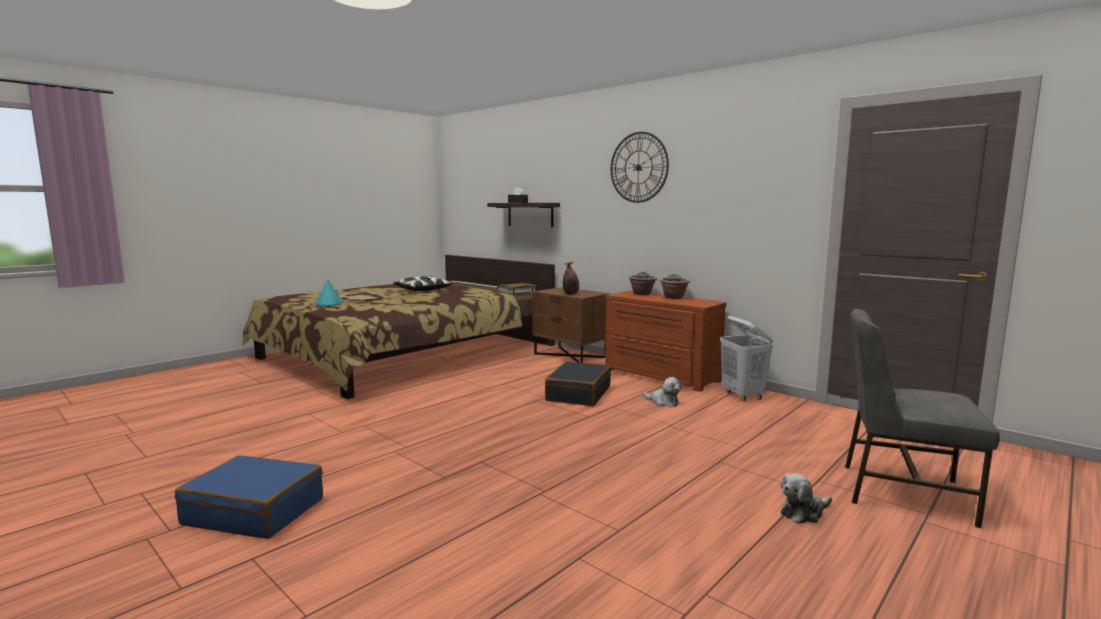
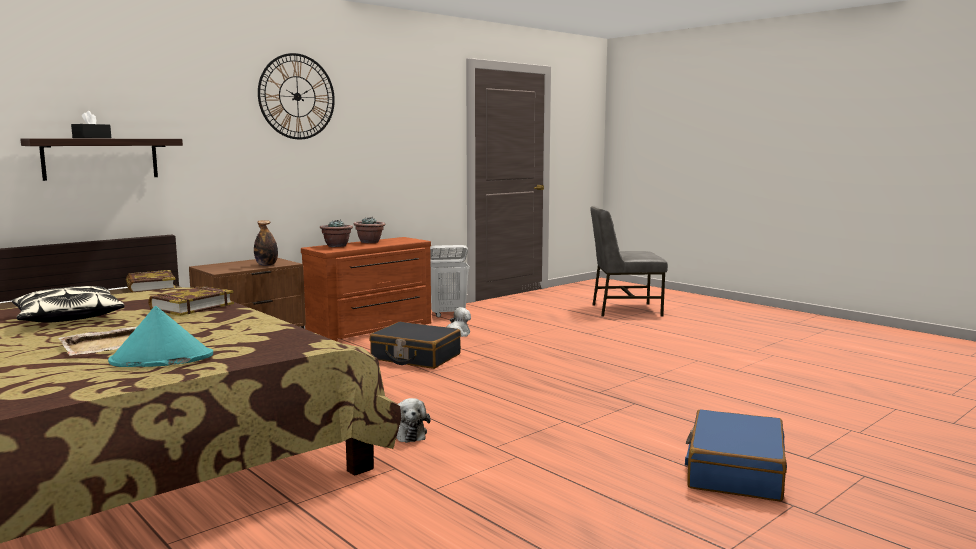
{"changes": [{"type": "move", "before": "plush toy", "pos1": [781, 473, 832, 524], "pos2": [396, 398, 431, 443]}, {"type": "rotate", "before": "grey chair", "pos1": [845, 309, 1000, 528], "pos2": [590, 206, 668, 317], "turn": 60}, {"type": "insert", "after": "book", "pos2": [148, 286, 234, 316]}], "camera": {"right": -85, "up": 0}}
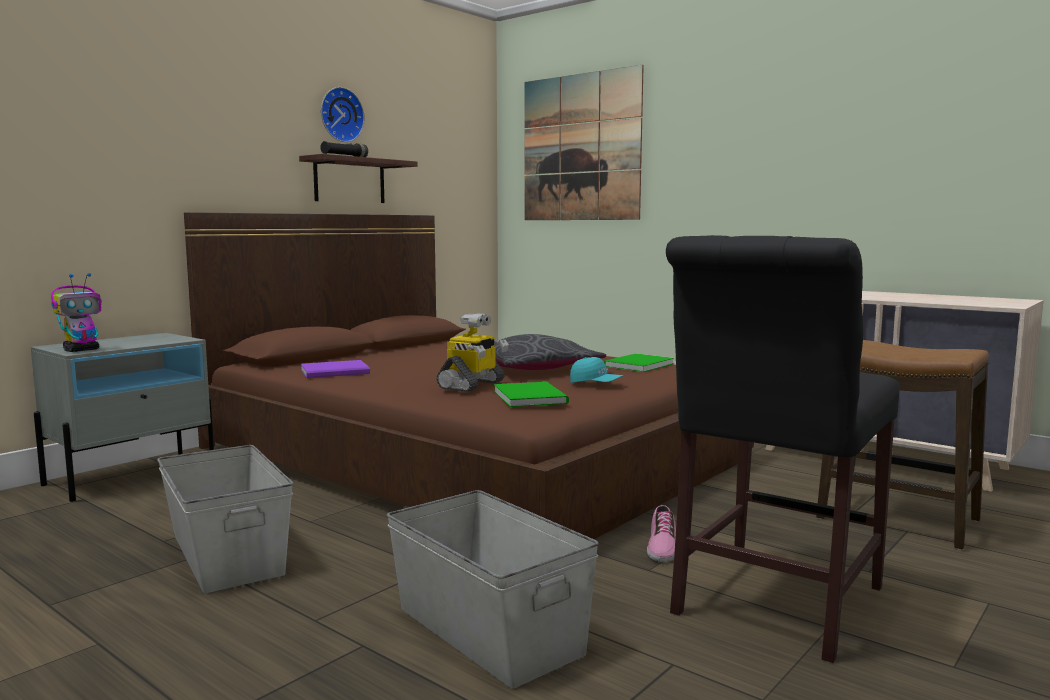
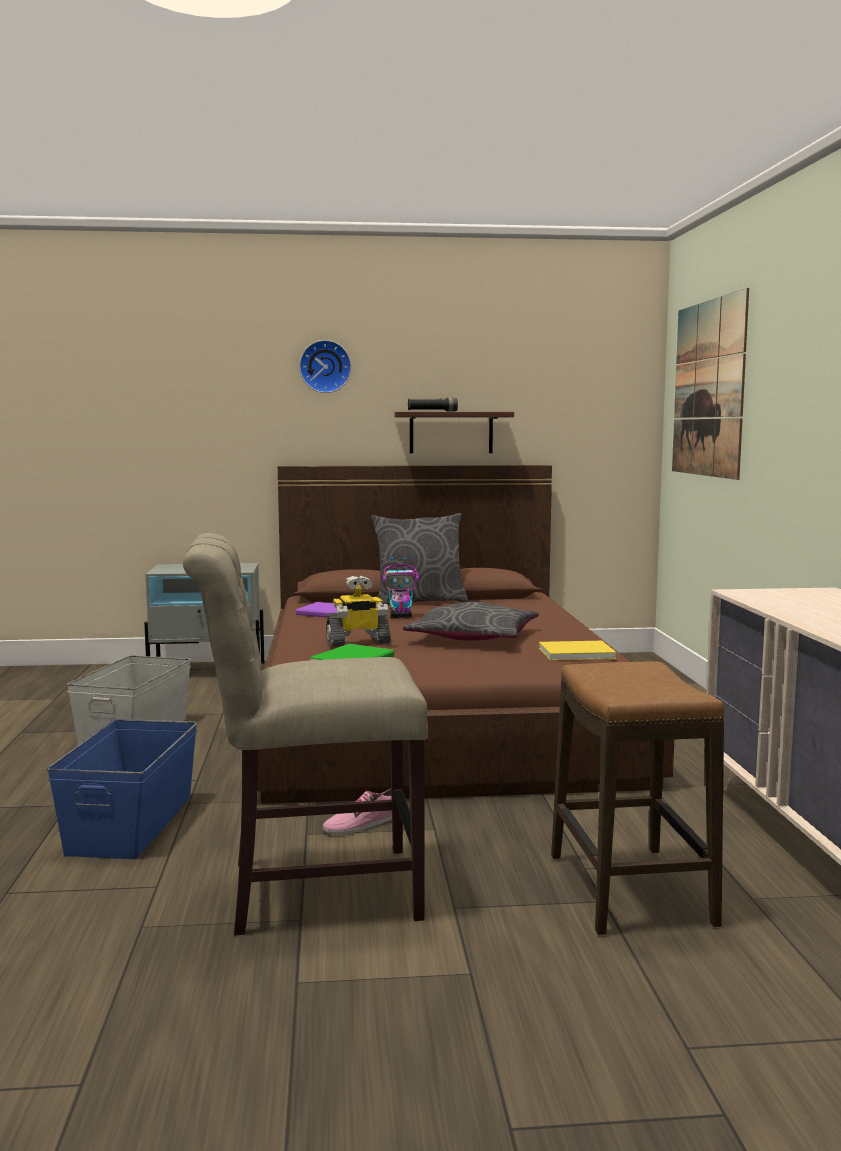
{"changes": [{"type": "move", "before": "toy robot", "pos1": [51, 273, 102, 352], "pos2": [383, 557, 419, 618]}, {"type": "move", "before": "wall clock", "pos1": [321, 87, 365, 142], "pos2": [299, 340, 352, 393]}, {"type": "recolor", "before": "grey storage box", "after": "blue storage box", "pos1": [387, 490, 599, 688], "pos2": [47, 719, 197, 859]}, {"type": "delete", "before": "turquoise cap", "pos1": [570, 357, 624, 383]}, {"type": "recolor", "before": "green book", "after": "yellow book", "pos1": [604, 354, 674, 372], "pos2": [539, 641, 617, 661]}, {"type": "recolor", "before": "black chair", "after": "beige chair", "pos1": [666, 235, 900, 663], "pos2": [183, 533, 428, 936]}, {"type": "insert", "after": "grey pillow", "pos2": [371, 513, 468, 604]}], "camera": {"right": 45, "up": 0}}
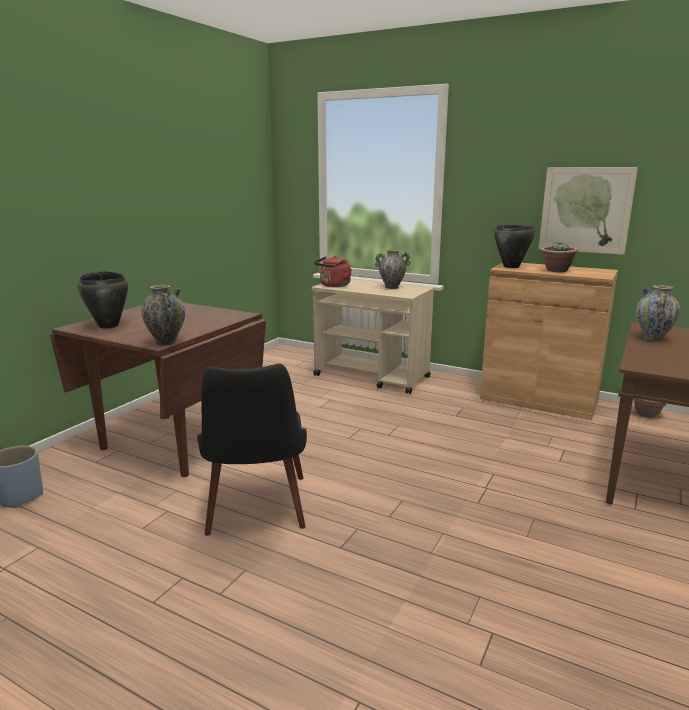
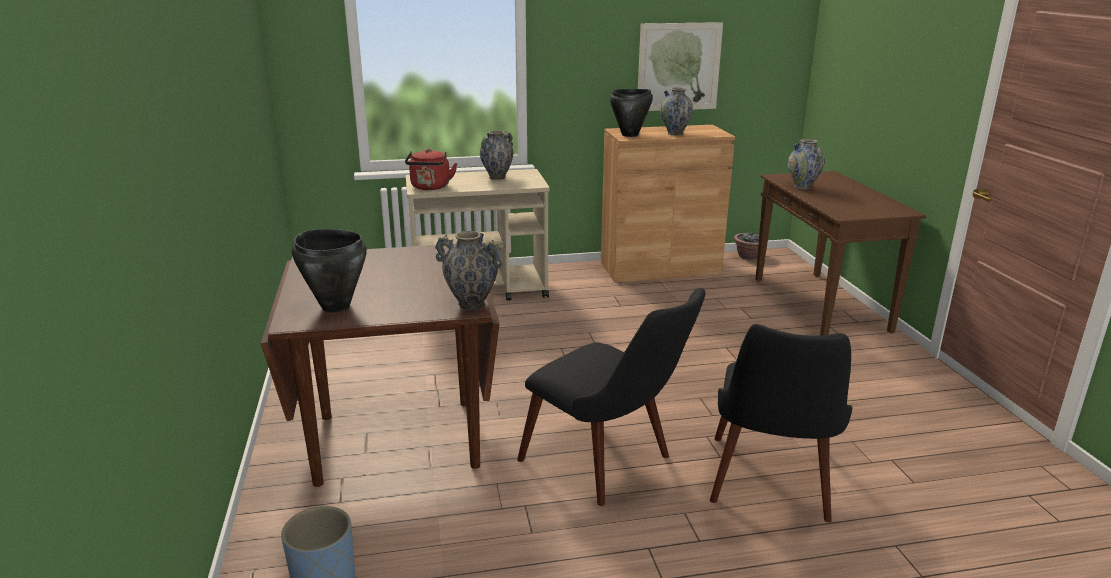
{"changes": [{"type": "replace", "before": "potted plant", "after": "vase", "pos1": [541, 242, 578, 272], "pos2": [660, 87, 693, 135]}, {"type": "insert", "after": "black chair", "pos2": [710, 324, 852, 522]}], "camera": {"right": -40, "up": 5}}
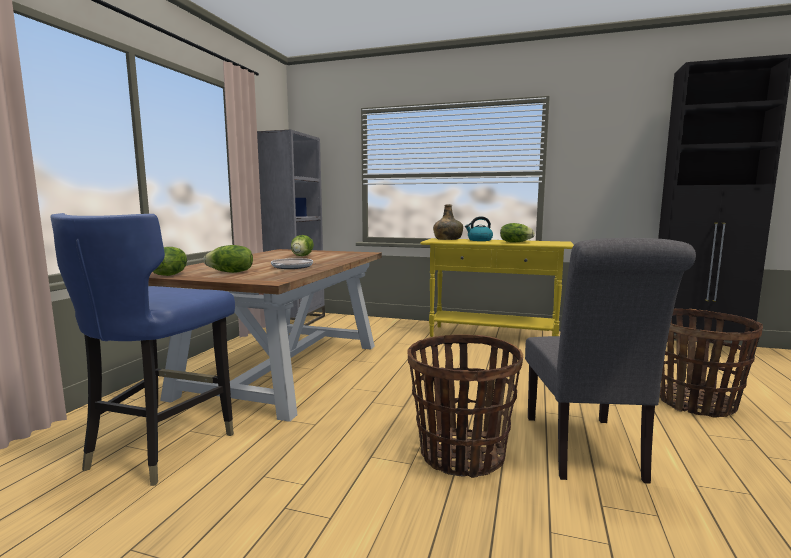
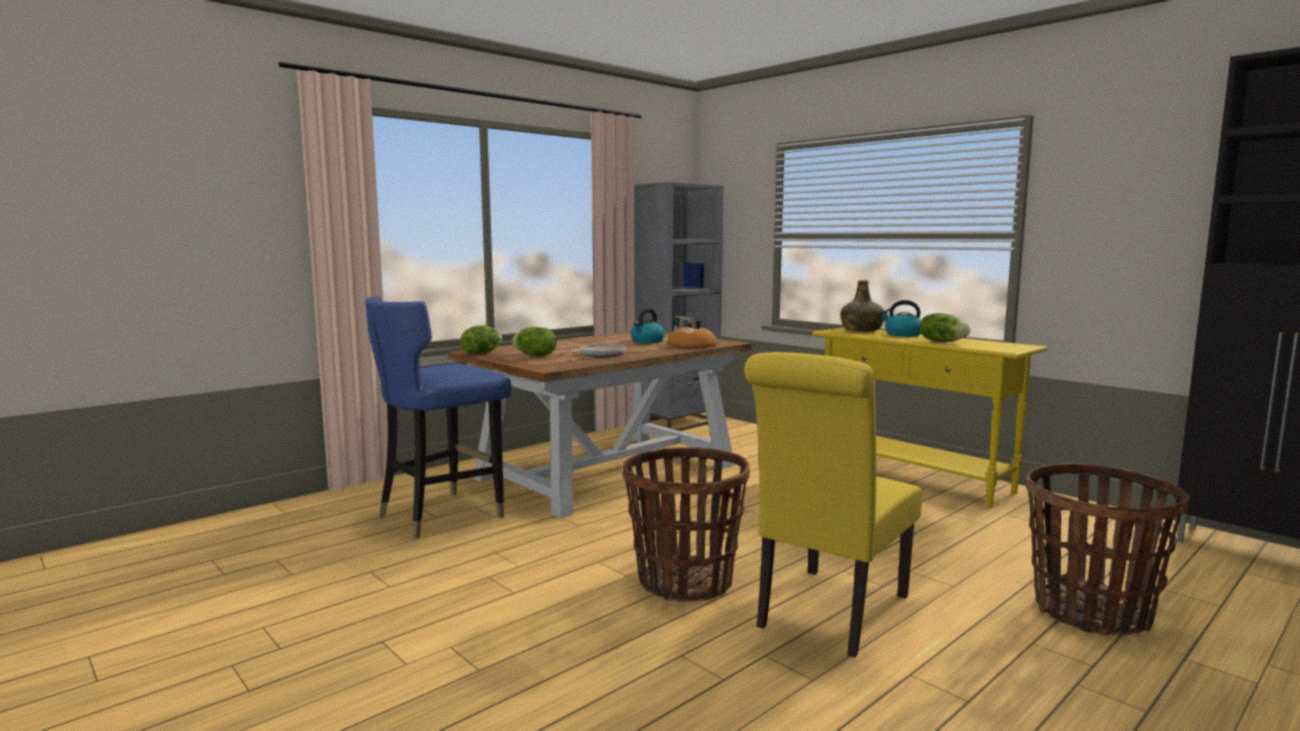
{"changes": [{"type": "replace", "before": "lettuce", "after": "kettle", "pos1": [291, 235, 314, 256], "pos2": [631, 309, 665, 343]}, {"type": "recolor", "before": "grey chair", "after": "yellow chair", "pos1": [525, 238, 696, 484], "pos2": [744, 352, 922, 658]}, {"type": "insert", "after": "bread", "pos2": [668, 327, 717, 348]}], "camera": {"right": 30, "up": 0}}
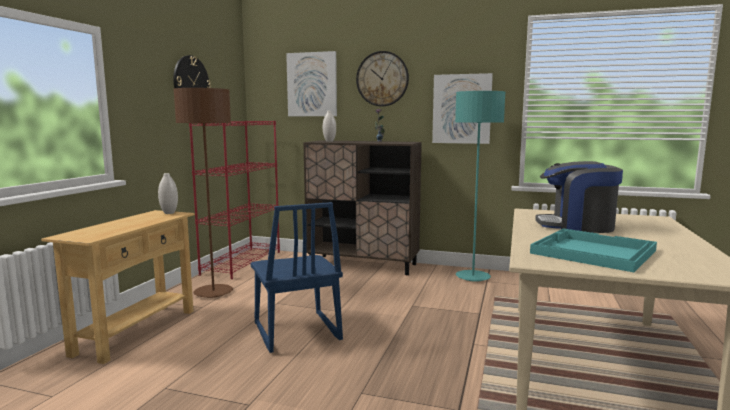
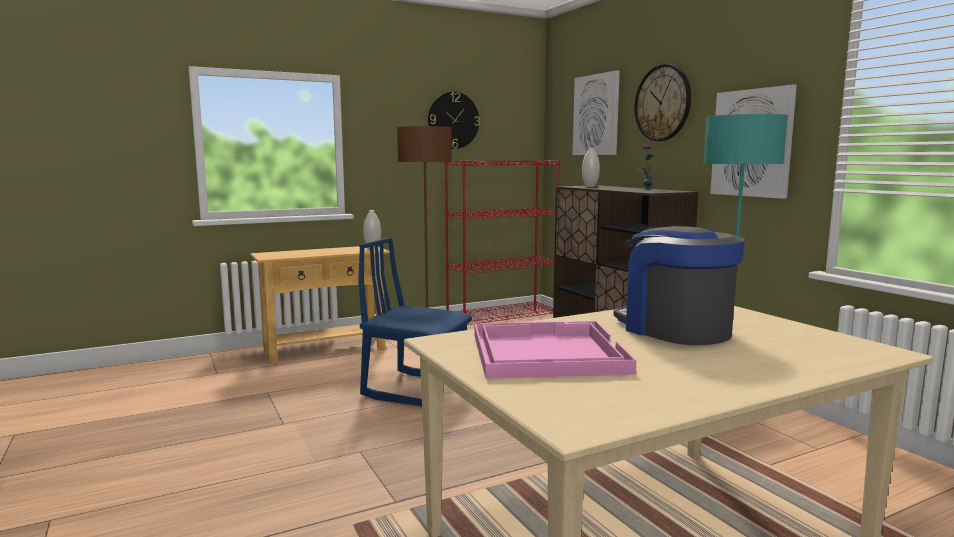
{"changes": [{"type": "rotate", "before": "blue chair", "pos1": [251, 202, 343, 353], "pos2": [358, 237, 472, 406], "turn": 90}, {"type": "recolor", "before": "turquoise tray", "after": "pink tray", "pos1": [530, 228, 657, 272], "pos2": [474, 321, 637, 379]}], "camera": {"right": 45, "up": 0}}
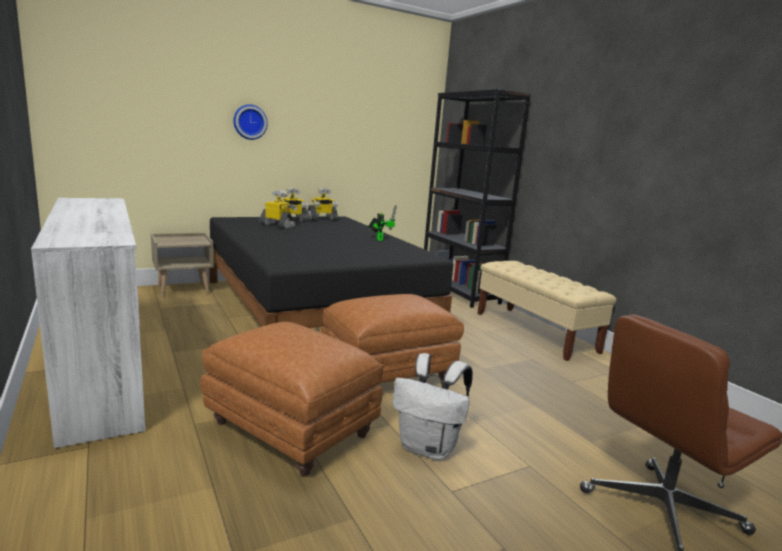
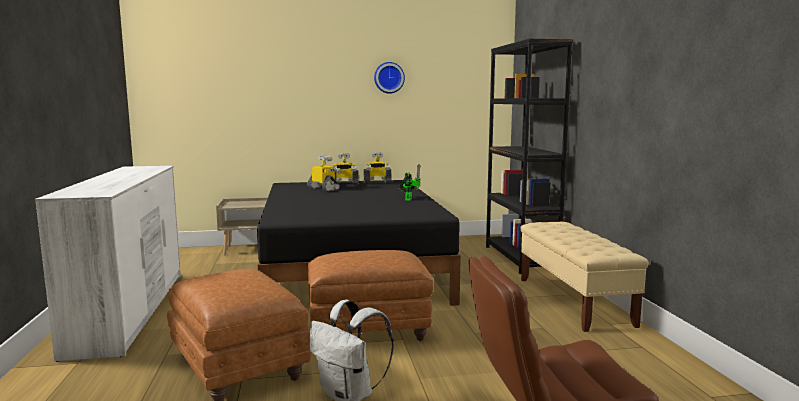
{"changes": [{"type": "move", "before": "wall clock", "pos1": [233, 104, 268, 140], "pos2": [374, 62, 405, 94]}], "camera": {"right": 20, "up": -5}}
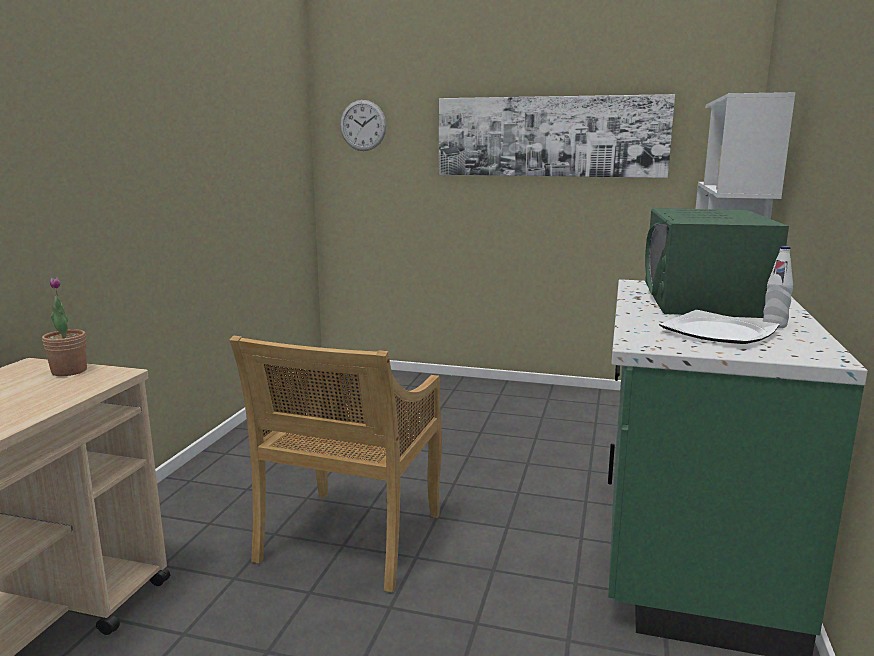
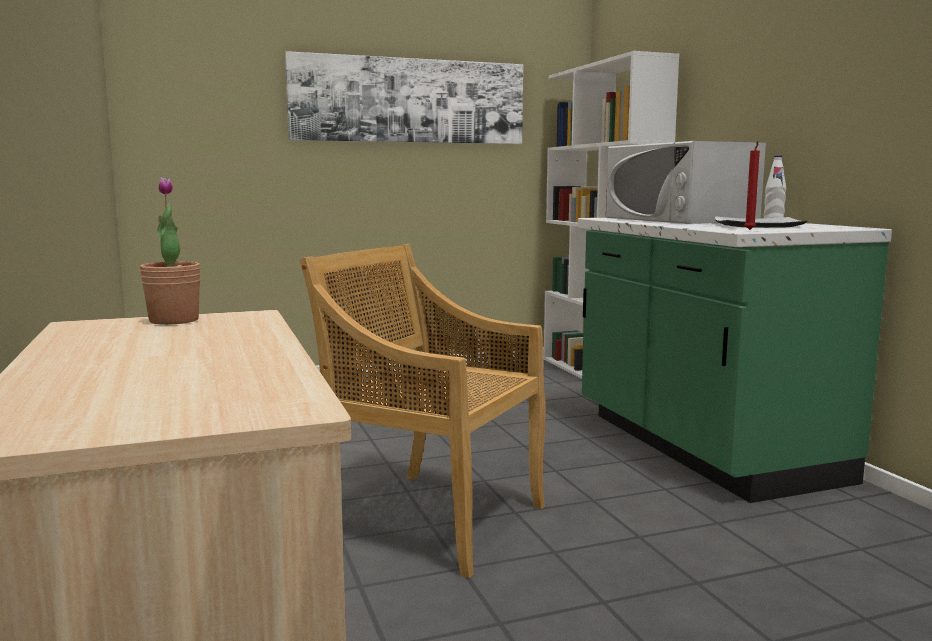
{"changes": [{"type": "rotate", "before": "beige chair", "pos1": [230, 336, 442, 592], "pos2": [299, 244, 545, 578], "turn": 135}, {"type": "delete", "before": "wall clock", "pos1": [340, 100, 387, 151]}, {"type": "recolor", "before": "green microwave", "after": "white microwave", "pos1": [645, 208, 789, 318], "pos2": [606, 141, 766, 224]}, {"type": "insert", "after": "red candle", "pos2": [745, 141, 760, 230]}], "camera": {"right": -35, "up": -5}}
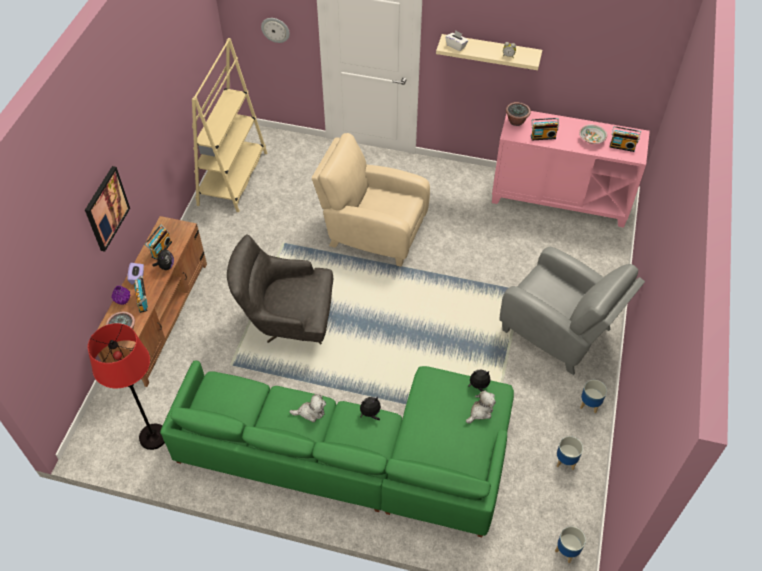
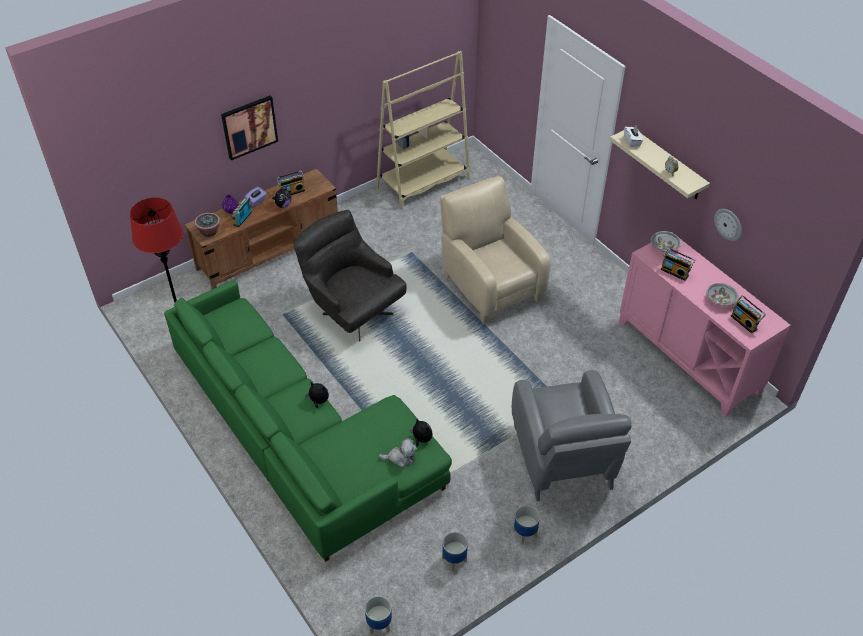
{"changes": [{"type": "move", "before": "wall clock", "pos1": [261, 18, 290, 43], "pos2": [714, 209, 742, 241]}, {"type": "delete", "before": "plush toy", "pos1": [289, 394, 326, 422]}, {"type": "replace", "before": "potted plant", "after": "bowl", "pos1": [506, 102, 531, 126], "pos2": [651, 231, 681, 252]}], "camera": {"right": 40, "up": -5}}
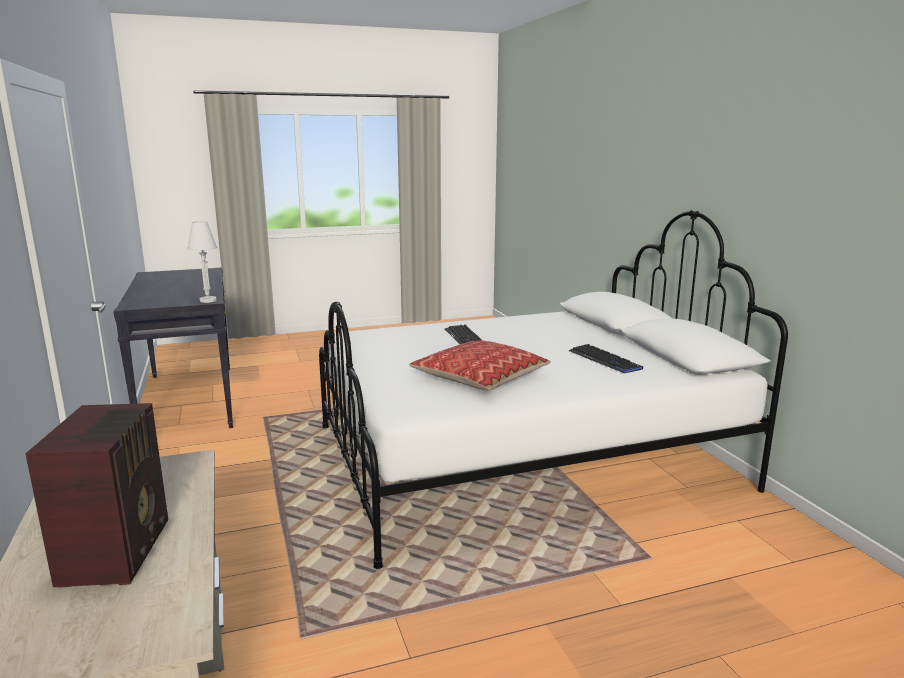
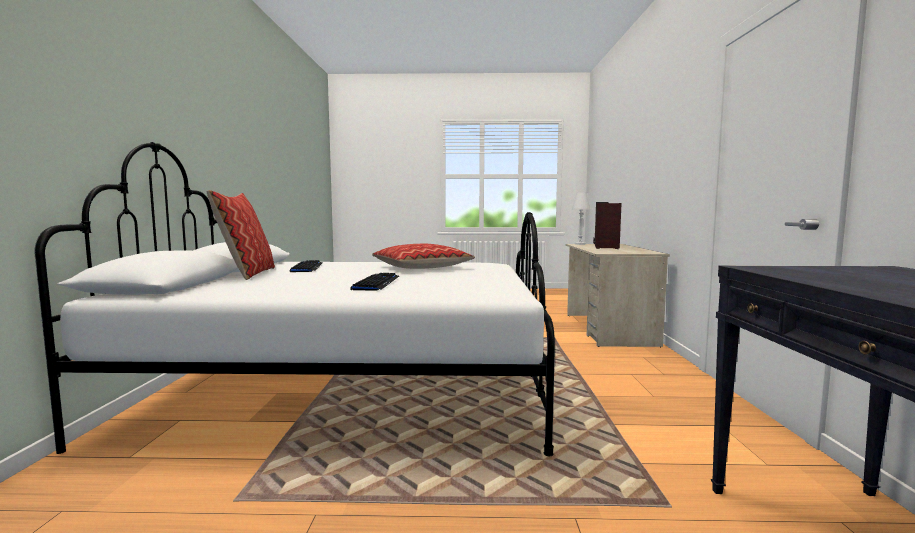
{"changes": [{"type": "move", "before": "white table lamp", "pos1": [187, 221, 217, 303], "pos2": [572, 192, 590, 245]}, {"type": "insert", "after": "pillow", "pos2": [207, 190, 275, 280]}], "camera": {"right": -160, "up": -10}}
